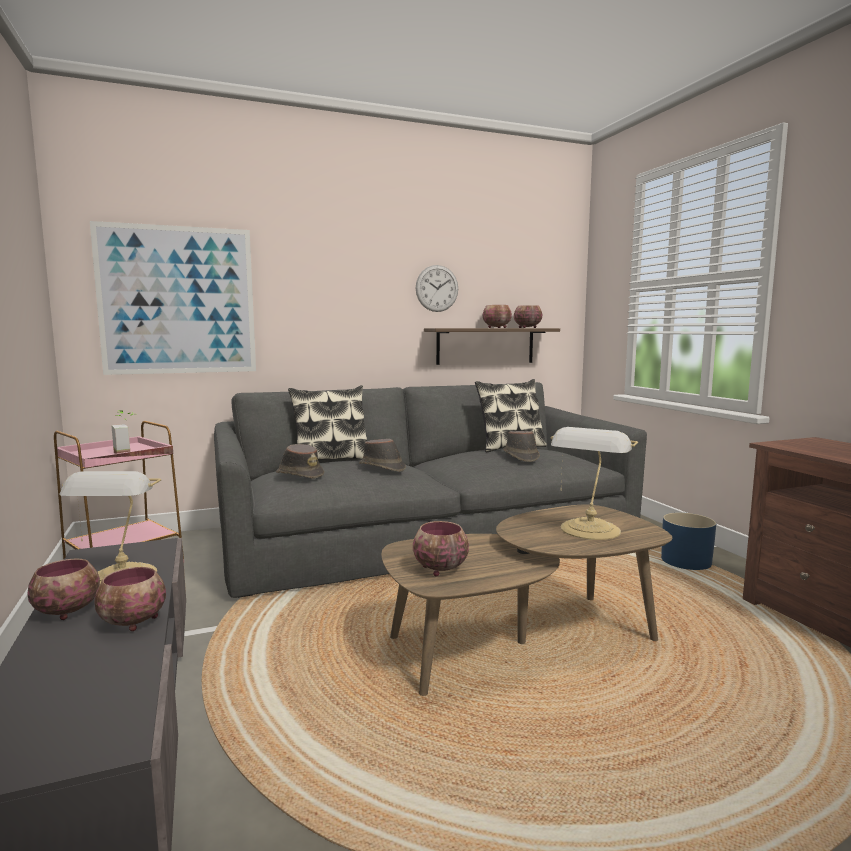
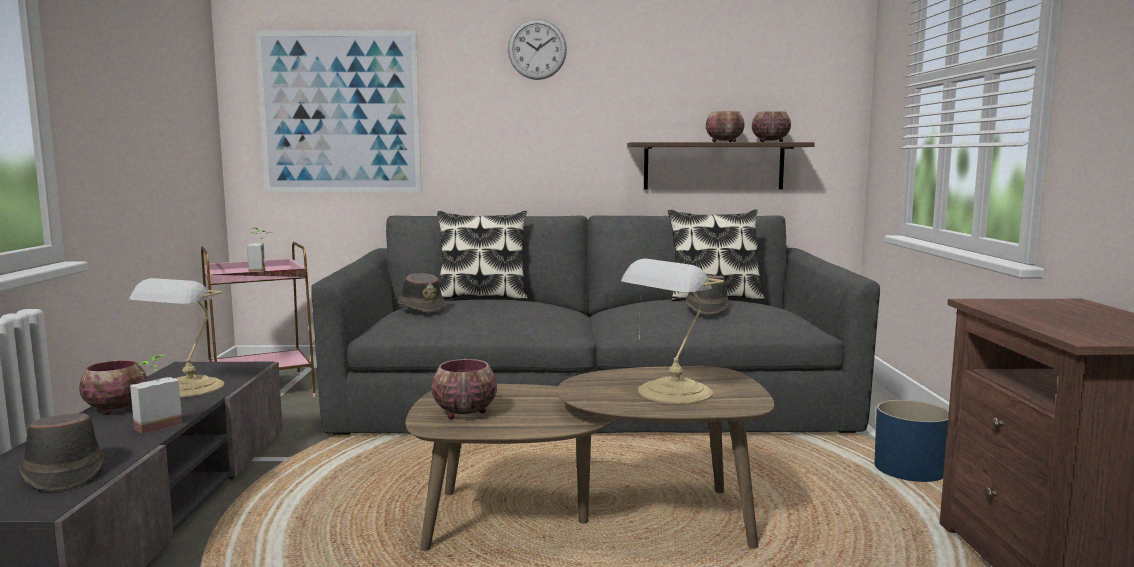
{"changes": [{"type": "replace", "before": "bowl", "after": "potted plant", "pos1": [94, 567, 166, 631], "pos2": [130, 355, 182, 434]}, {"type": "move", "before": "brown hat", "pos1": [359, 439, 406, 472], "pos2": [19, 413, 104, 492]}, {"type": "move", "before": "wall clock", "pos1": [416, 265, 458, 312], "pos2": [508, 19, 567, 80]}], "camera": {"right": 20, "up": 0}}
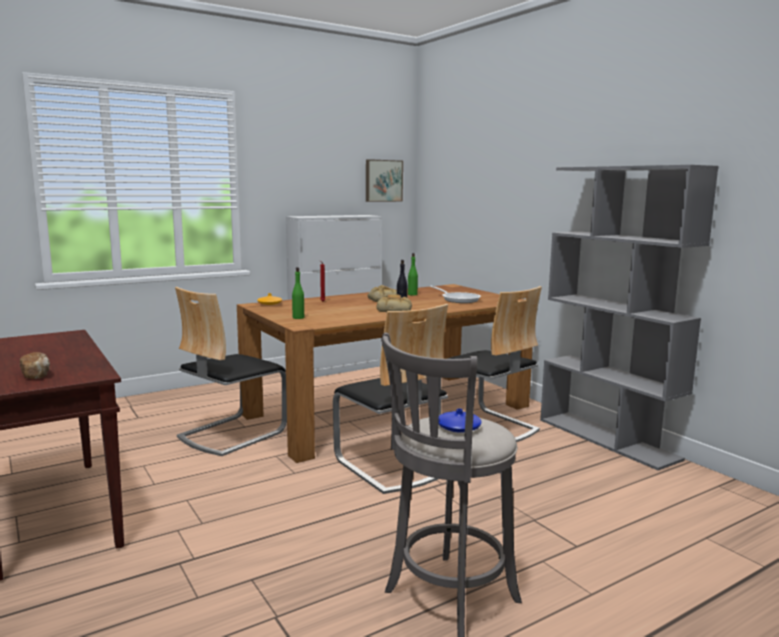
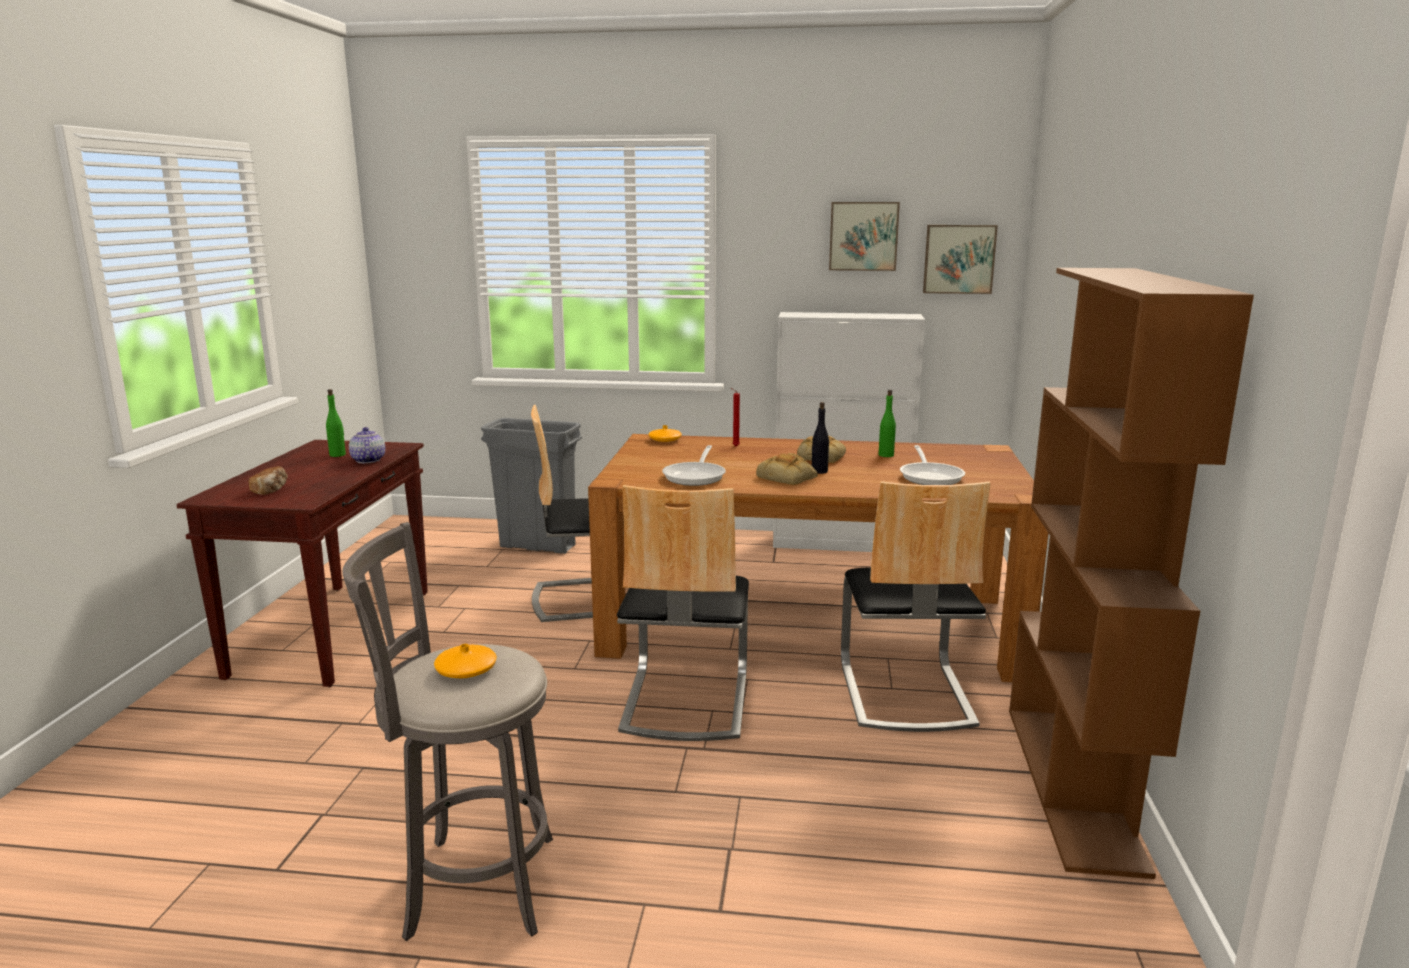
{"changes": [{"type": "move", "before": "green bottle", "pos1": [292, 267, 304, 319], "pos2": [326, 389, 346, 457]}, {"type": "recolor", "before": "blue vase", "after": "orange vase", "pos1": [438, 409, 482, 433], "pos2": [434, 644, 497, 678]}, {"type": "recolor", "before": "grey bookcase", "after": "brown bookcase", "pos1": [540, 165, 719, 470], "pos2": [1009, 268, 1254, 879]}, {"type": "insert", "after": "teapot", "pos2": [349, 427, 385, 463]}, {"type": "insert", "after": "grey trash can", "pos2": [481, 418, 582, 554]}, {"type": "insert", "after": "frying pan", "pos2": [662, 445, 726, 486]}, {"type": "insert", "after": "picture", "pos2": [829, 202, 900, 271]}], "camera": {"right": 40, "up": 5}}
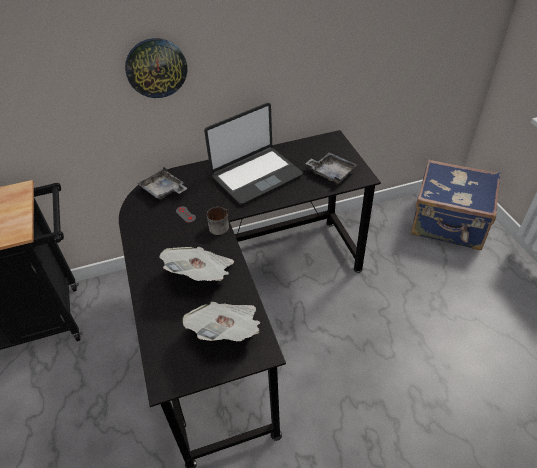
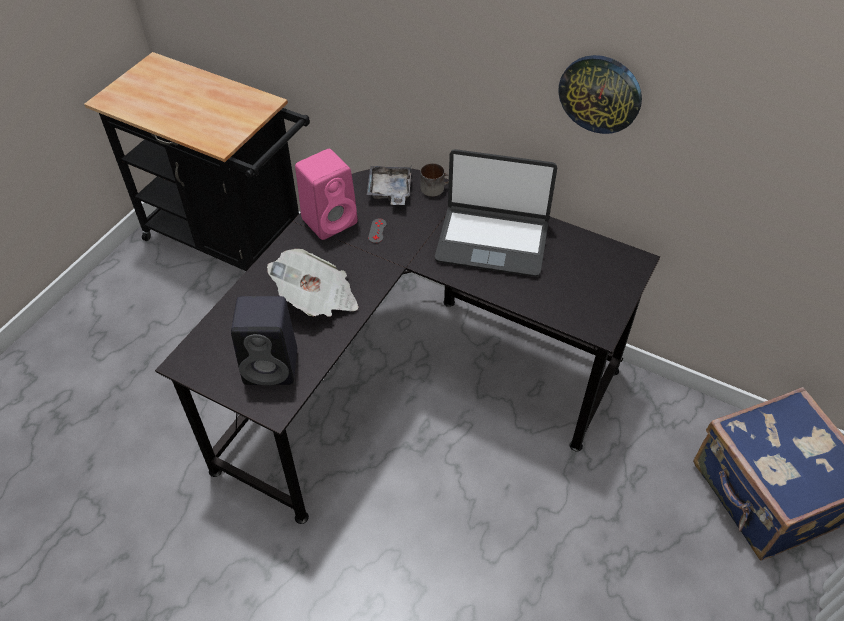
{"changes": [{"type": "move", "before": "wall clock", "pos1": [125, 38, 187, 98], "pos2": [558, 55, 642, 134]}, {"type": "replace", "before": "newspaper", "after": "black speaker", "pos1": [183, 302, 260, 341], "pos2": [231, 296, 297, 386]}, {"type": "move", "before": "mug", "pos1": [207, 207, 229, 235], "pos2": [421, 163, 449, 197]}, {"type": "delete", "before": "grey tray", "pos1": [305, 152, 357, 184]}, {"type": "insert", "after": "pink speaker", "pos2": [295, 149, 358, 240]}], "camera": {"right": 45, "up": 5}}
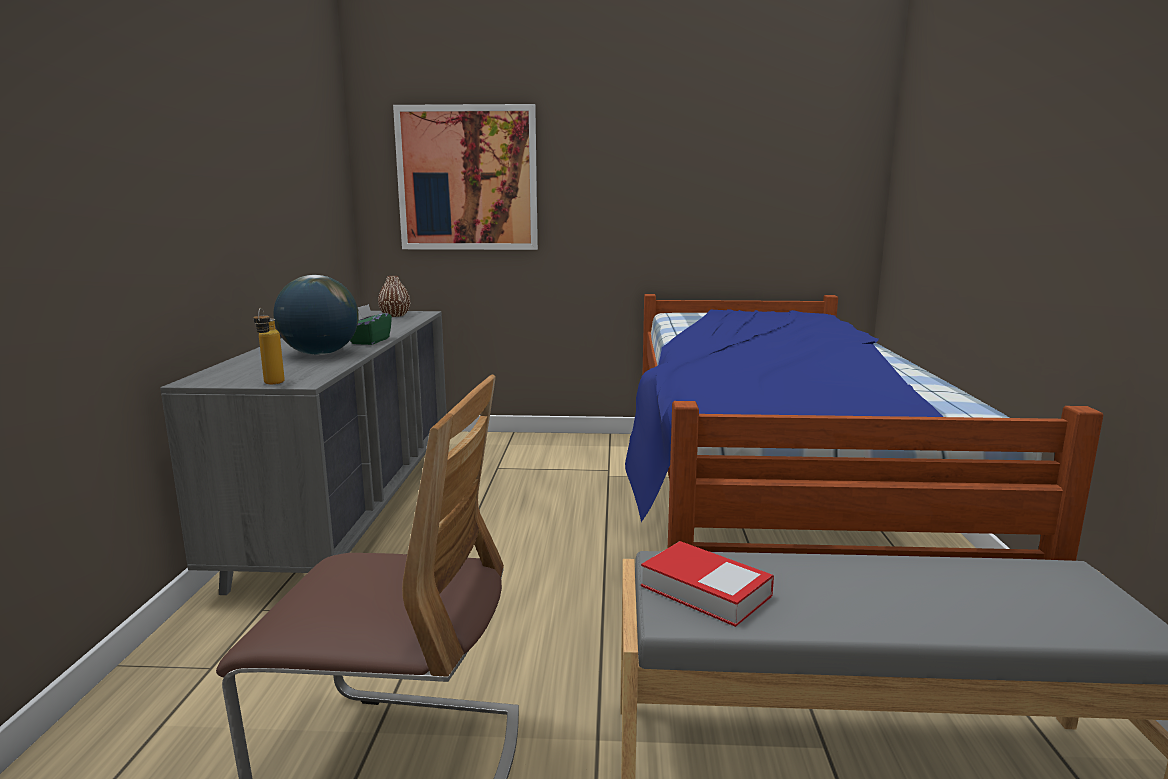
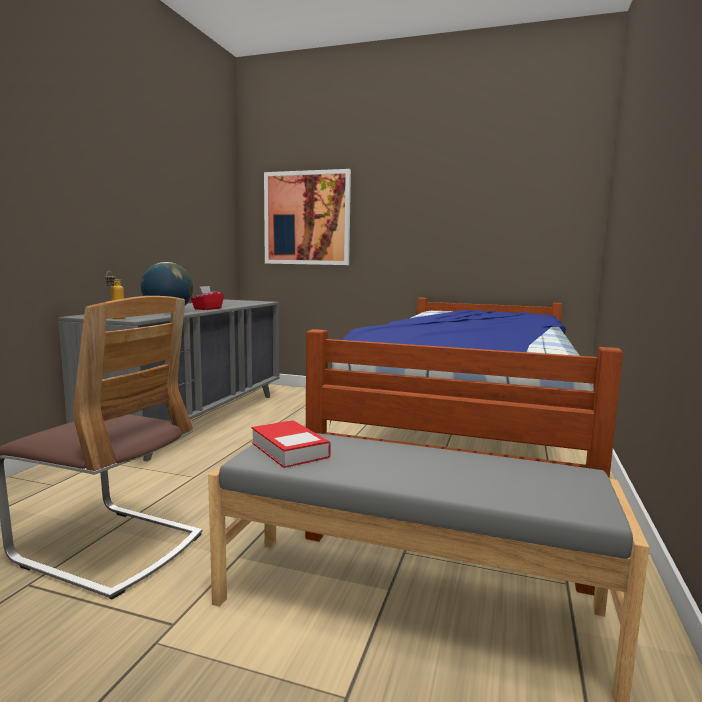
{"changes": [{"type": "recolor", "before": "green tissue box", "after": "red tissue box", "pos1": [350, 304, 392, 345], "pos2": [191, 286, 224, 310]}, {"type": "delete", "before": "brown vase", "pos1": [378, 276, 410, 317]}], "camera": {"right": 15, "up": -5}}
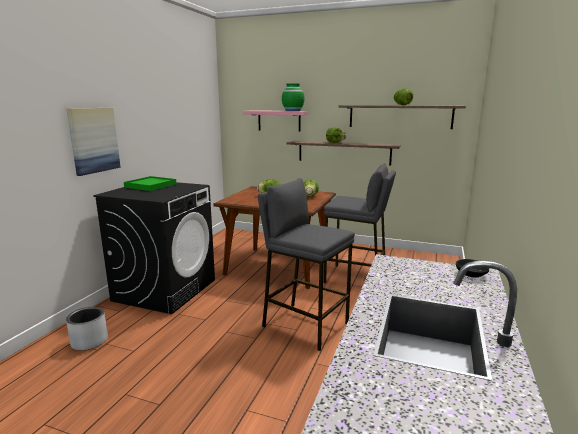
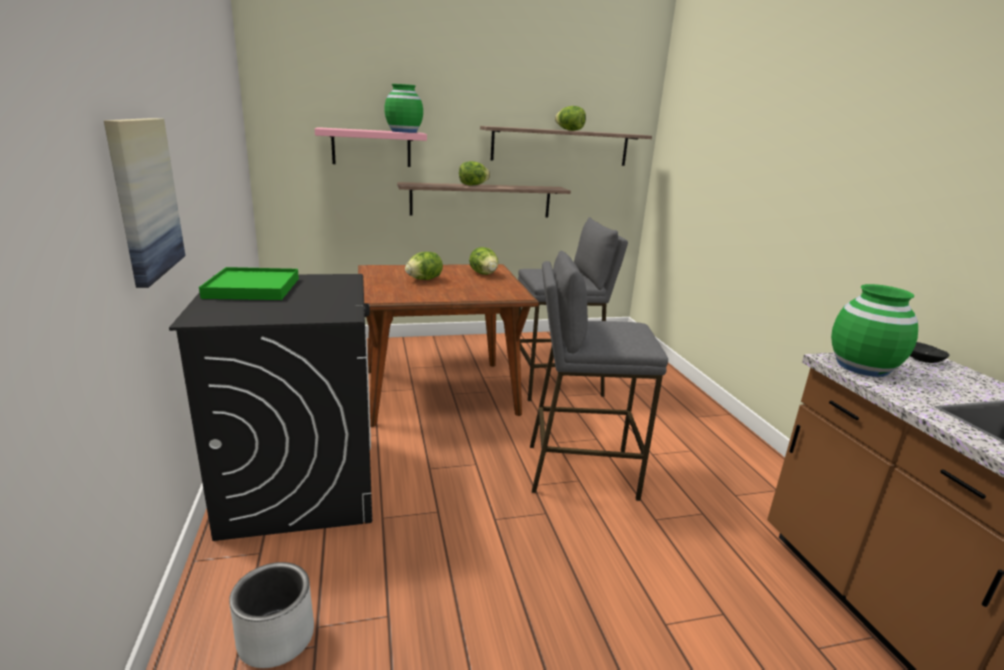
{"changes": [{"type": "insert", "after": "green vase", "pos2": [831, 284, 918, 377]}], "camera": {"right": -35, "up": 5}}
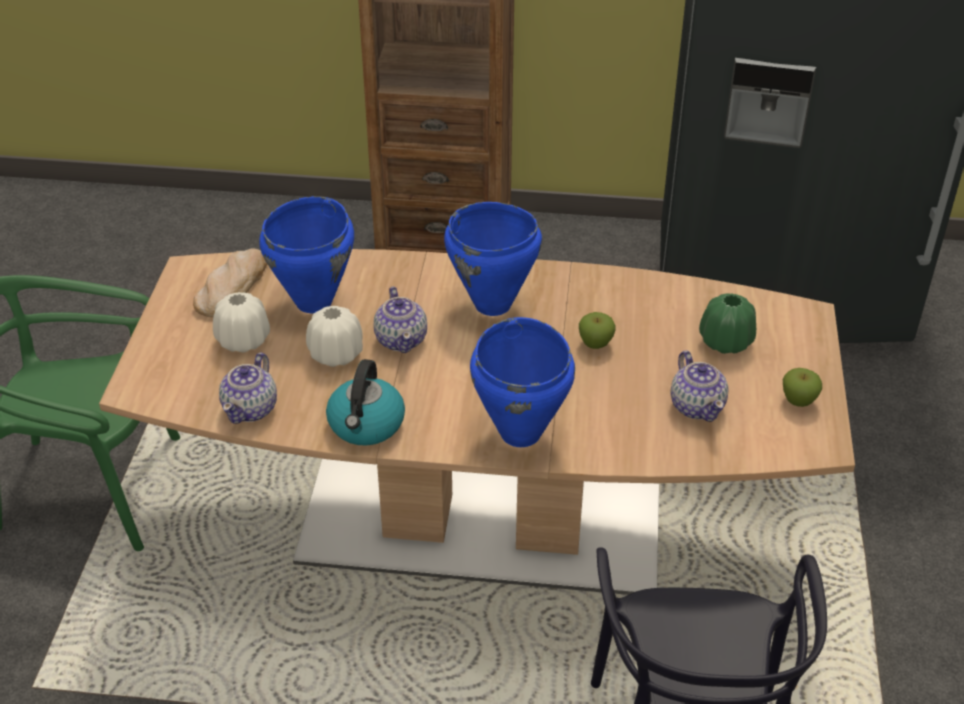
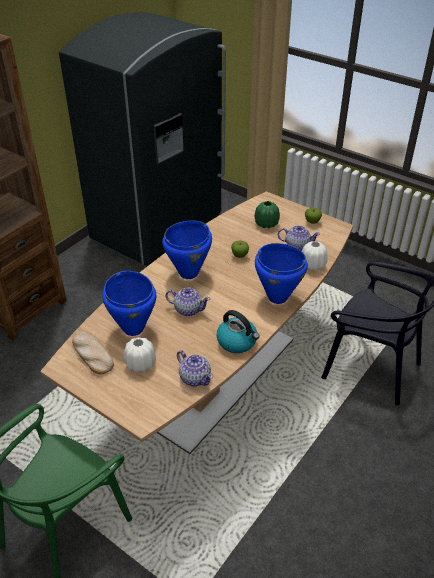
{"changes": [{"type": "move", "before": "white vase", "pos1": [306, 306, 363, 367], "pos2": [302, 241, 328, 271]}], "camera": {"right": -60, "up": 0}}
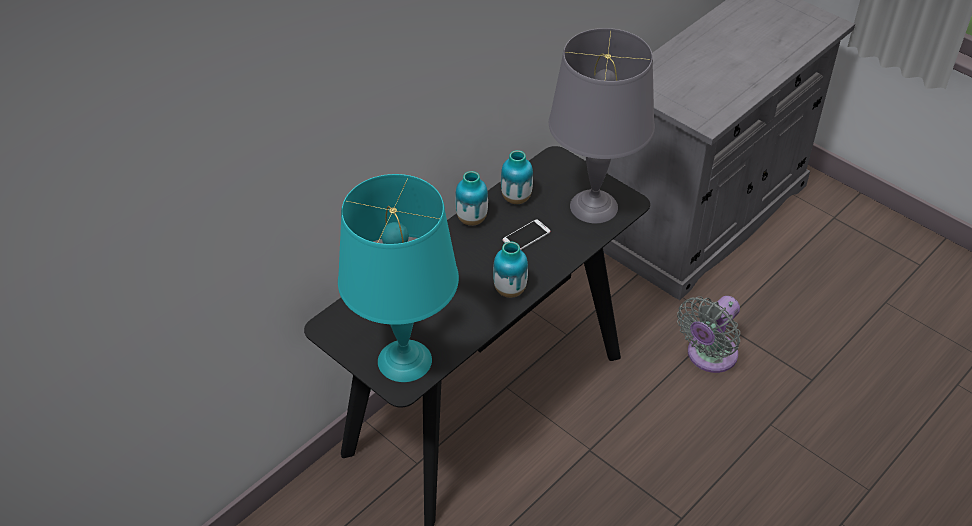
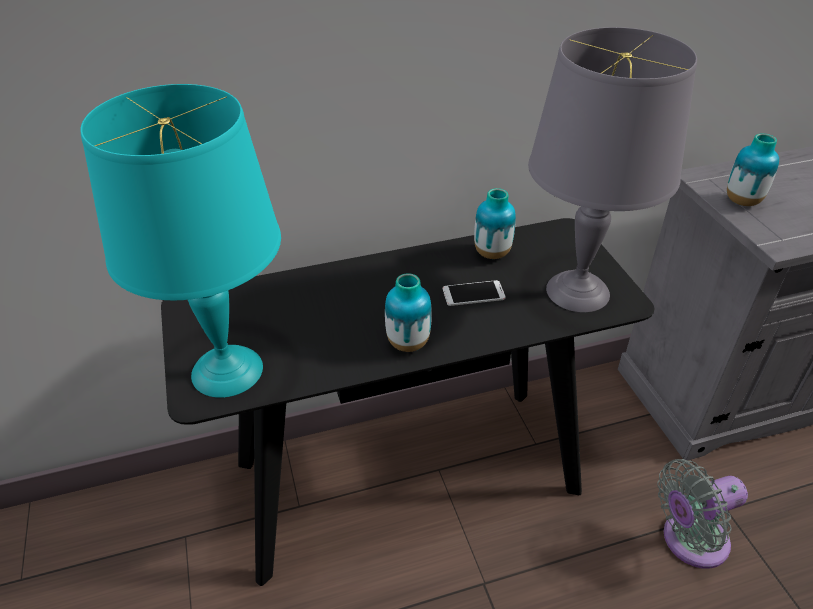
{"changes": [{"type": "move", "before": "vase", "pos1": [455, 171, 488, 226], "pos2": [727, 133, 779, 206]}], "camera": {"right": 30, "up": -5}}
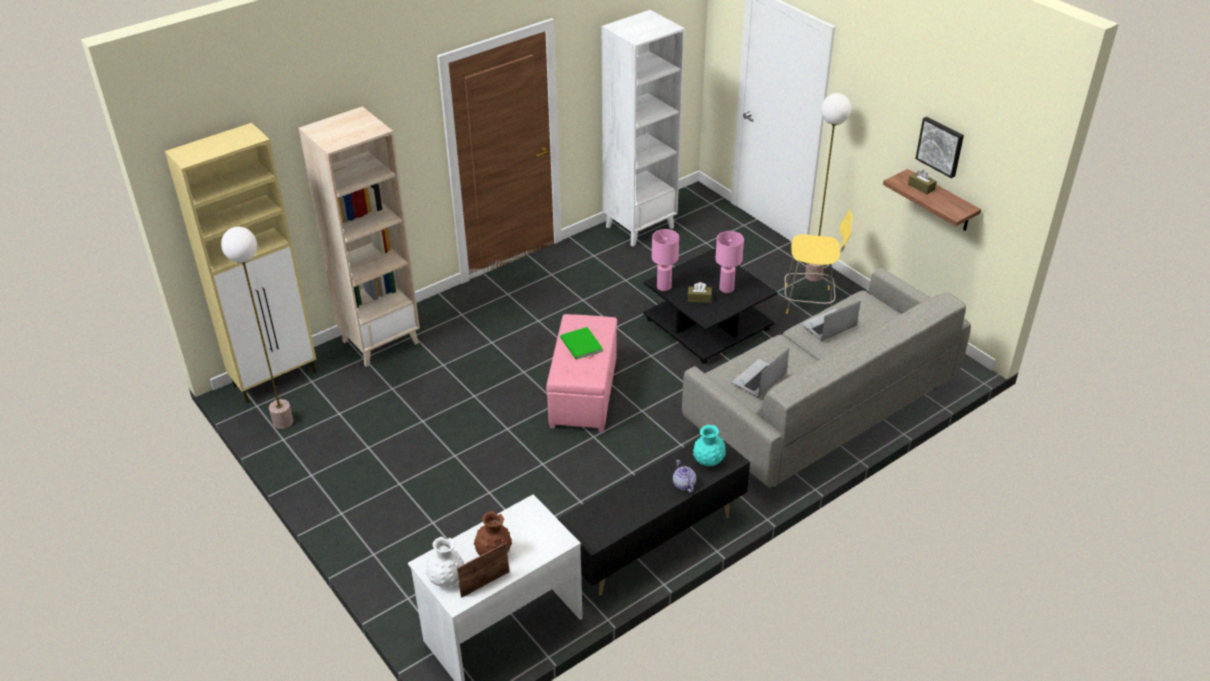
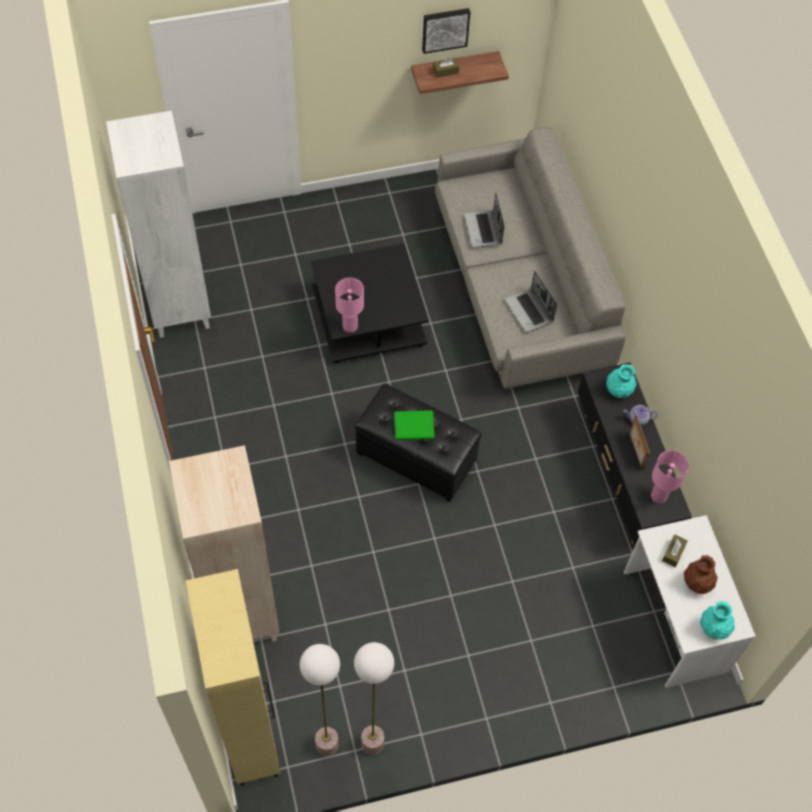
{"changes": [{"type": "recolor", "before": "white vase", "after": "turquoise vase", "pos1": [426, 537, 464, 587], "pos2": [700, 601, 735, 640]}, {"type": "move", "before": "picture frame", "pos1": [457, 542, 509, 598], "pos2": [629, 415, 650, 471]}, {"type": "recolor", "before": "pink ottoman", "after": "black ottoman", "pos1": [546, 314, 617, 432], "pos2": [355, 383, 482, 502]}, {"type": "move", "before": "brown tissue box", "pos1": [688, 282, 712, 303], "pos2": [662, 534, 688, 567]}, {"type": "move", "before": "pink table lamp", "pos1": [715, 231, 744, 293], "pos2": [651, 450, 689, 504]}, {"type": "delete", "before": "yellow stool", "pos1": [784, 209, 852, 314]}, {"type": "move", "before": "floor lamp", "pos1": [805, 93, 851, 282], "pos2": [354, 642, 394, 755]}], "camera": {"right": -70, "up": 20}}
